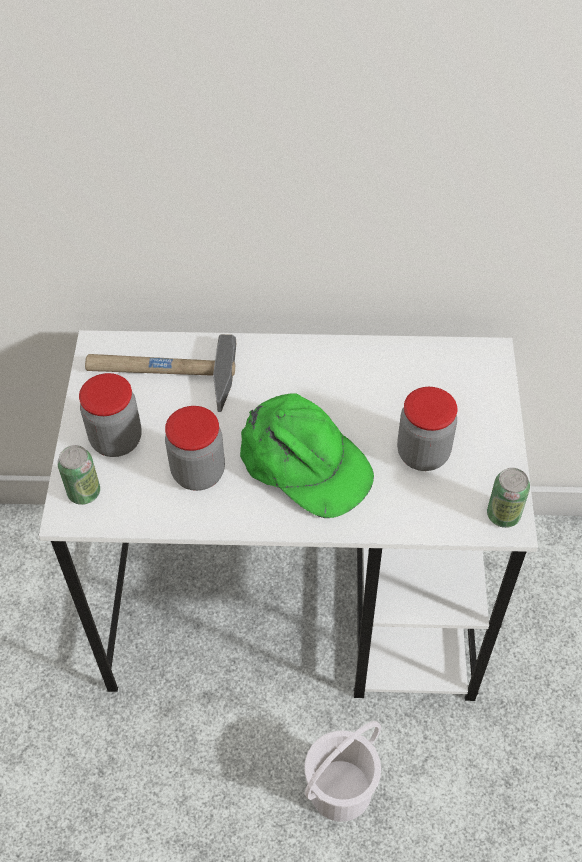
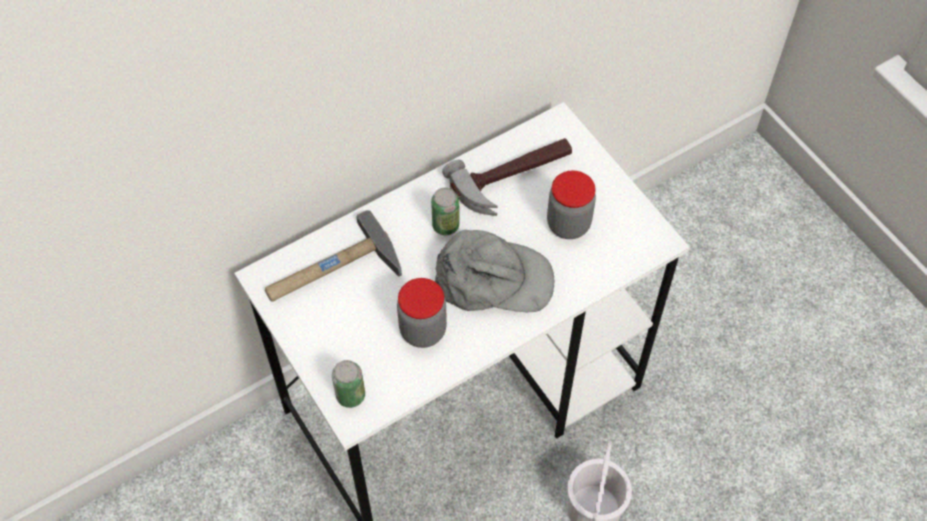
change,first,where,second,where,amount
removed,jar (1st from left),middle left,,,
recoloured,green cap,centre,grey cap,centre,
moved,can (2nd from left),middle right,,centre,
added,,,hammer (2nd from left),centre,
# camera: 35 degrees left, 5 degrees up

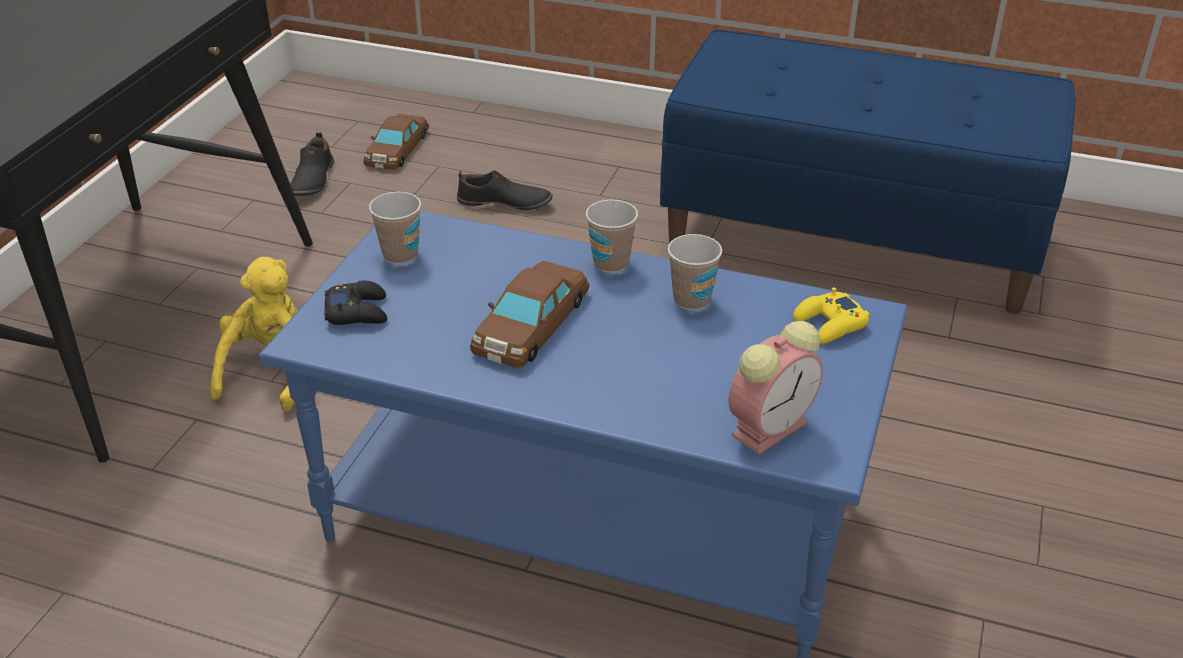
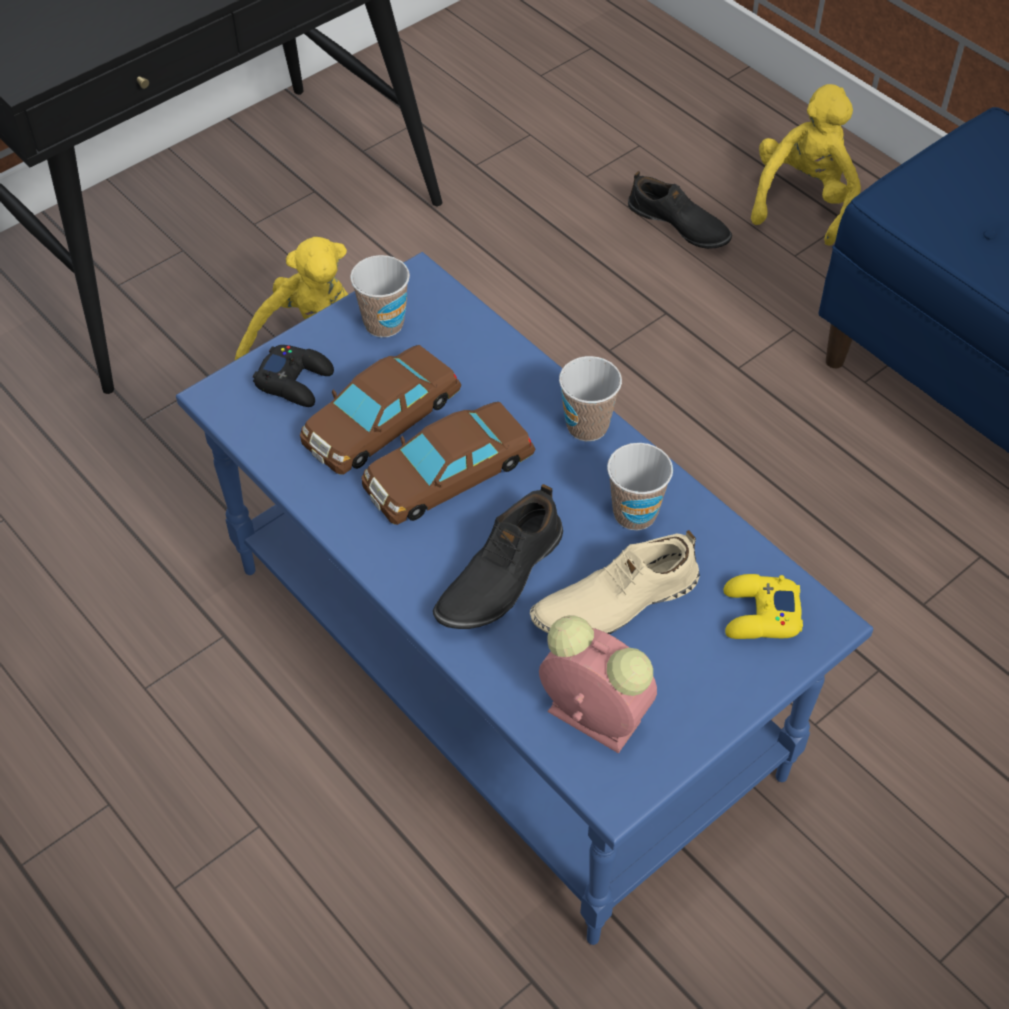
change,first,where,second,where,amount
moved,brown toy car (1st from left),top centre,,centre,
moved,black shoe (1st from left),top left,,centre,
turned,alarm clock,centre,,bottom centre,135 degrees counterclockwise
added,,,yellow plush toy (2nd from left),top right,
added,,,beige shoe,centre,
# camera: 30 degrees right, 15 degrees up

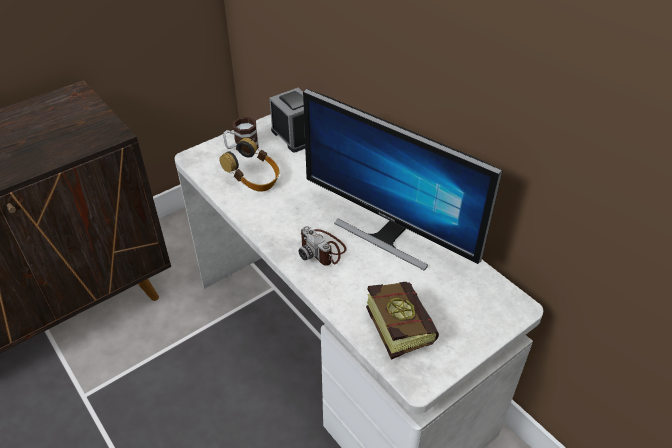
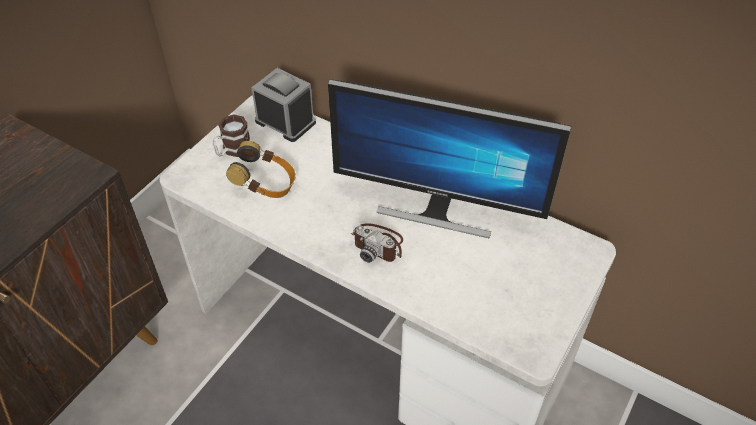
change,first,where,second,where,amount
removed,book,bottom centre,,,
# camera: 20 degrees left, 5 degrees up

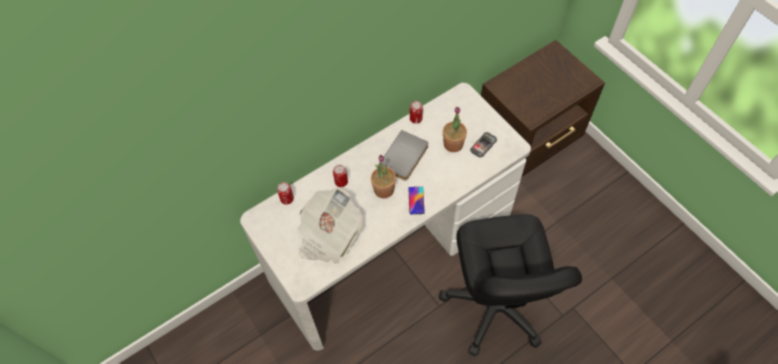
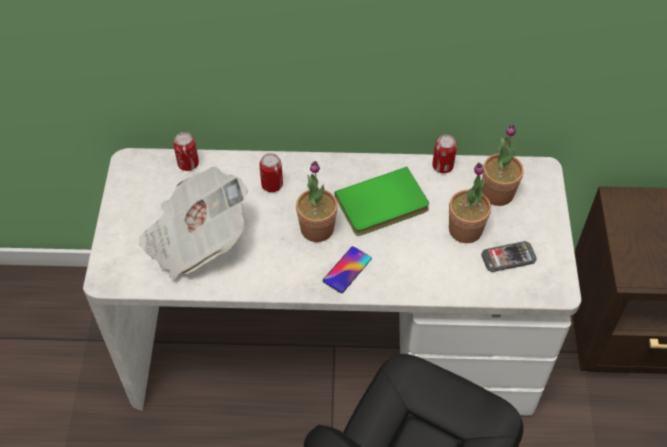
change,first,where,second,where,amount
recoloured,grey book,centre,green book,centre,
added,,,potted plant (3rd from left),middle right,
# camera: 35 degrees right, 5 degrees down

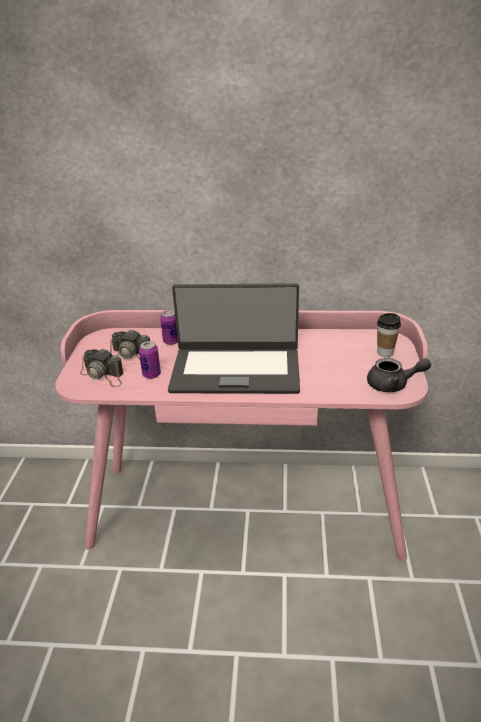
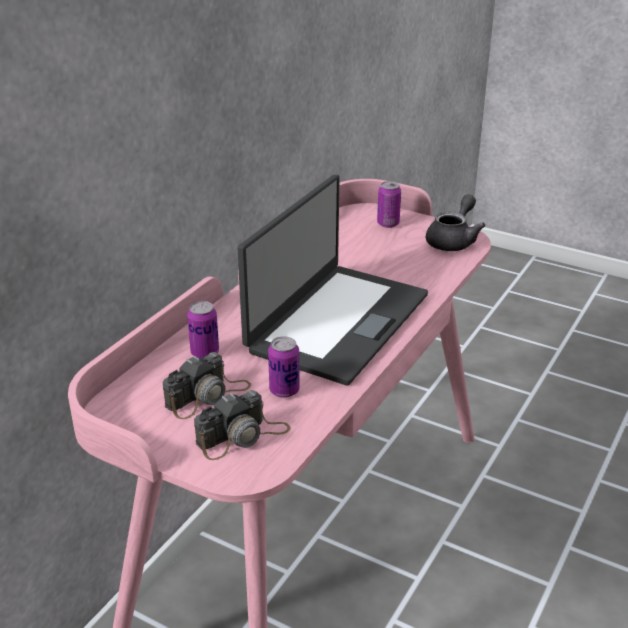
change,first,where,second,where,amount
replaced,cup,middle right,can (3rd from left),top centre,
# camera: 65 degrees left, 0 degrees up

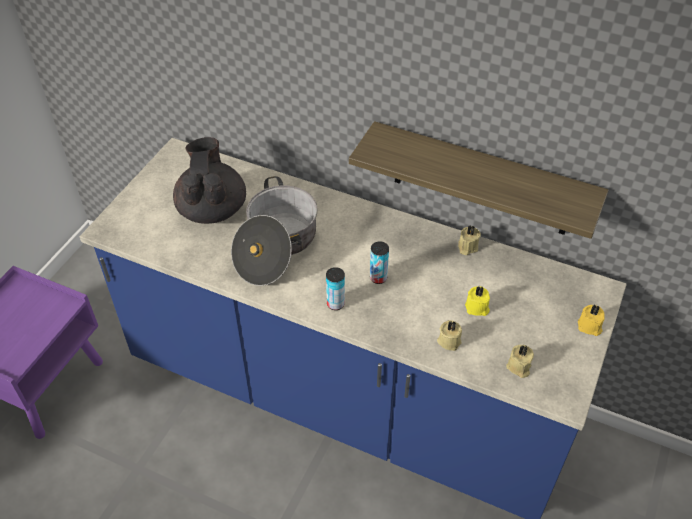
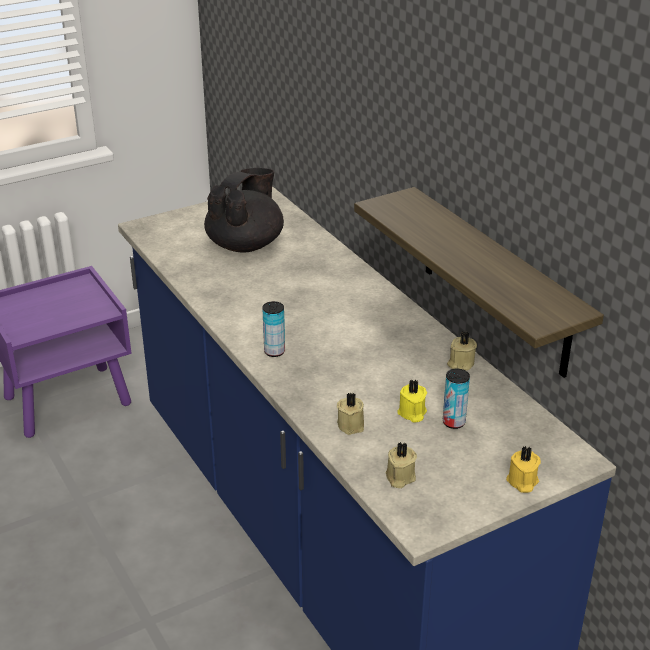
change,first,where,second,where,amount
removed,cooking pot,centre,,,
moved,can (2nd from left),centre,,middle right,
# camera: 35 degrees right, 15 degrees down

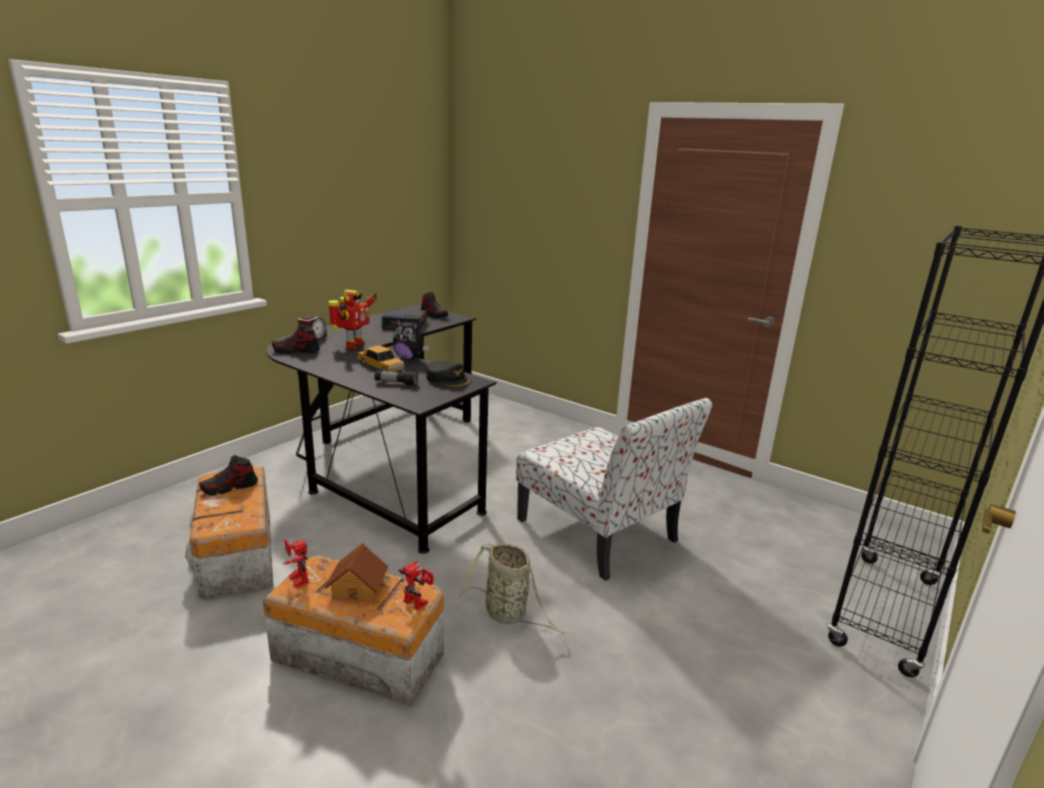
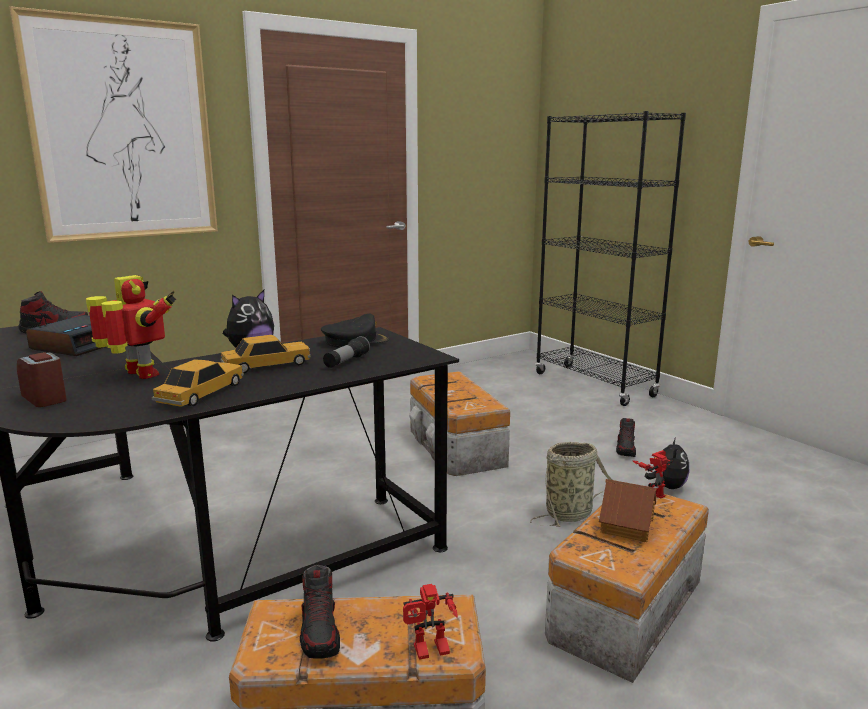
change,first,where,second,where,amount
moved,shoe (2nd from left in the first image),middle left,shoe (3rd from left),middle right,
replaced,chair,centre,storage box (2nd from left),centre,
moved,toy robot (1st from left in the first image),bottom left,toy robot (2nd from left),bottom centre,
added,,,picture,top left,
added,,,toy car (1st from left),middle left,
added,,,plush toy (2nd from left),middle right,
# camera: 70 degrees left, 5 degrees down

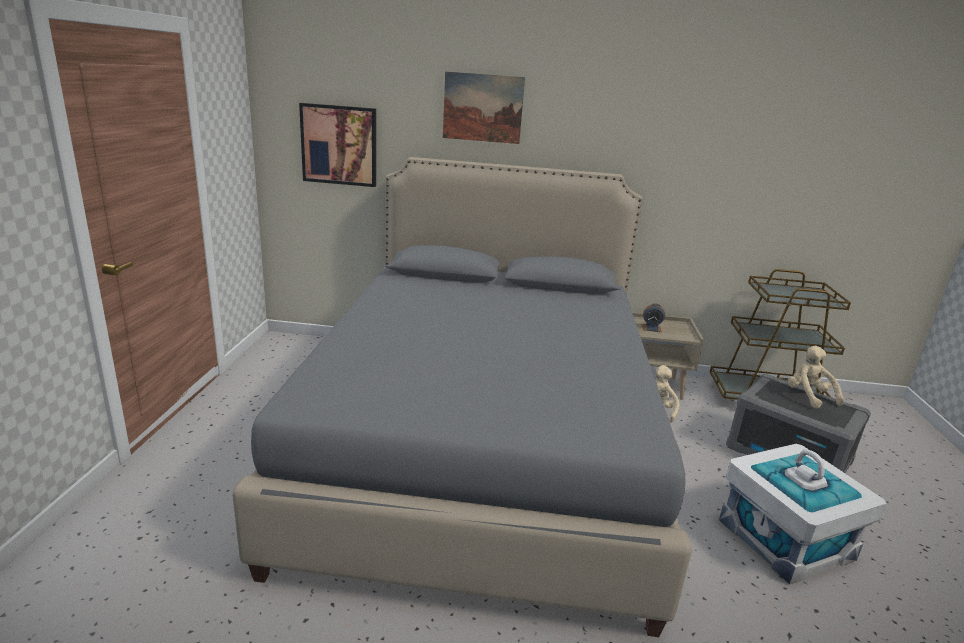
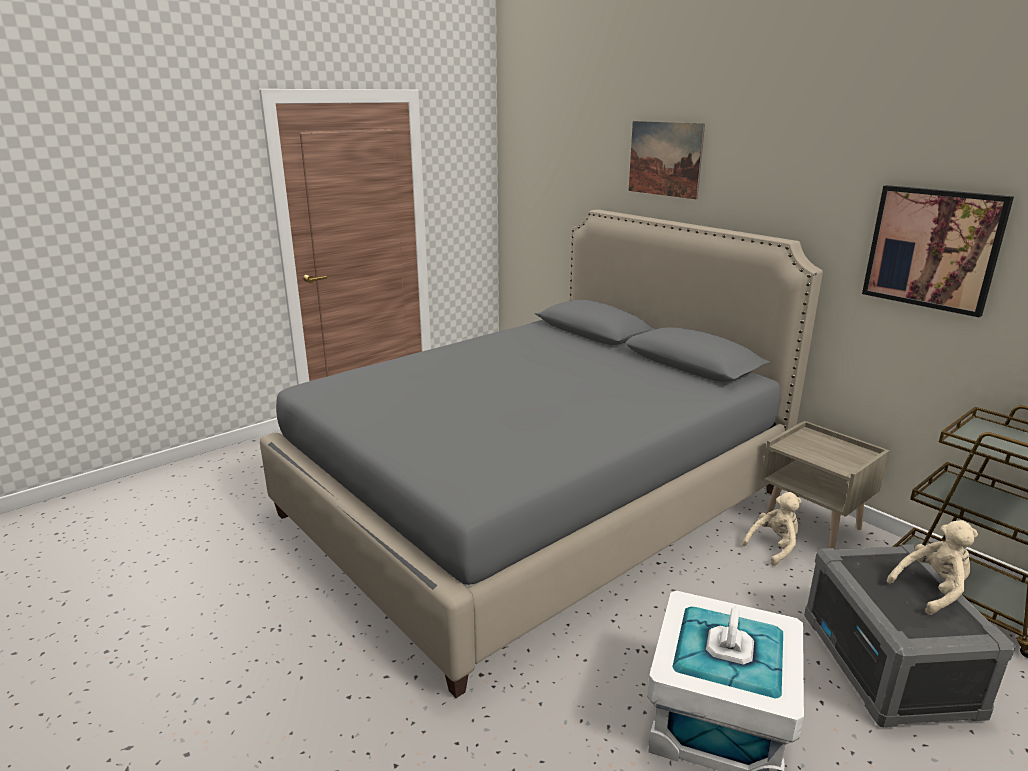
change,first,where,second,where,amount
moved,picture (1st from left in the first image),top centre,picture (2nd from left),top right,
removed,alarm clock,middle right,,,
turned,beige plush toy (2nd from left),middle right,,bottom right,45 degrees clockwise
# camera: 45 degrees right, 0 degrees up

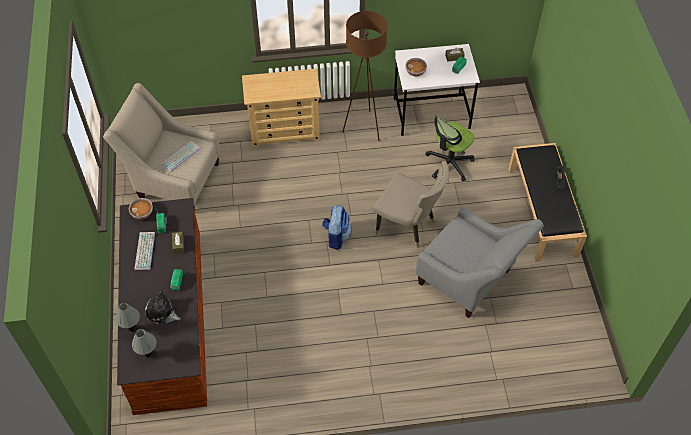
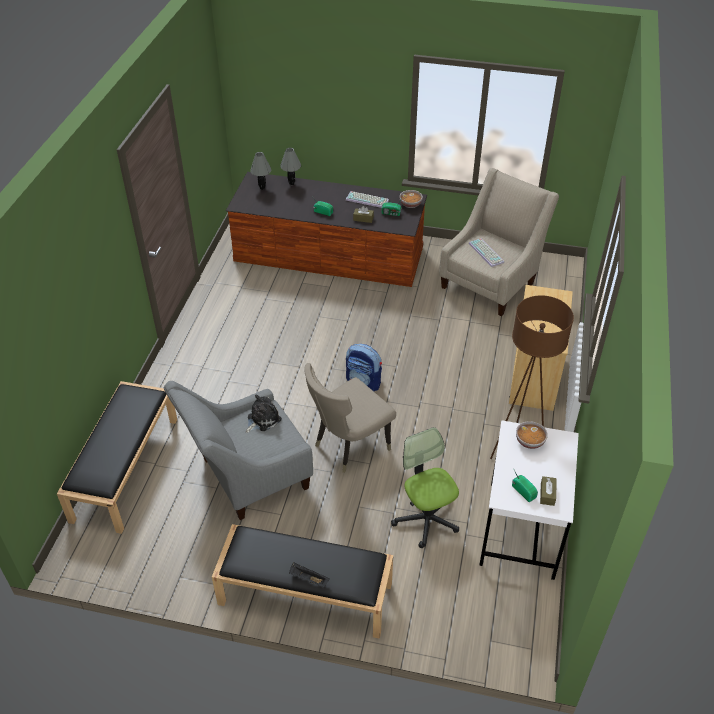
change,first,where,second,where,amount
moved,plush toy,bottom left,,centre,
added,,,black bench (1st from left),middle left,
# camera: 110 degrees right, 10 degrees down

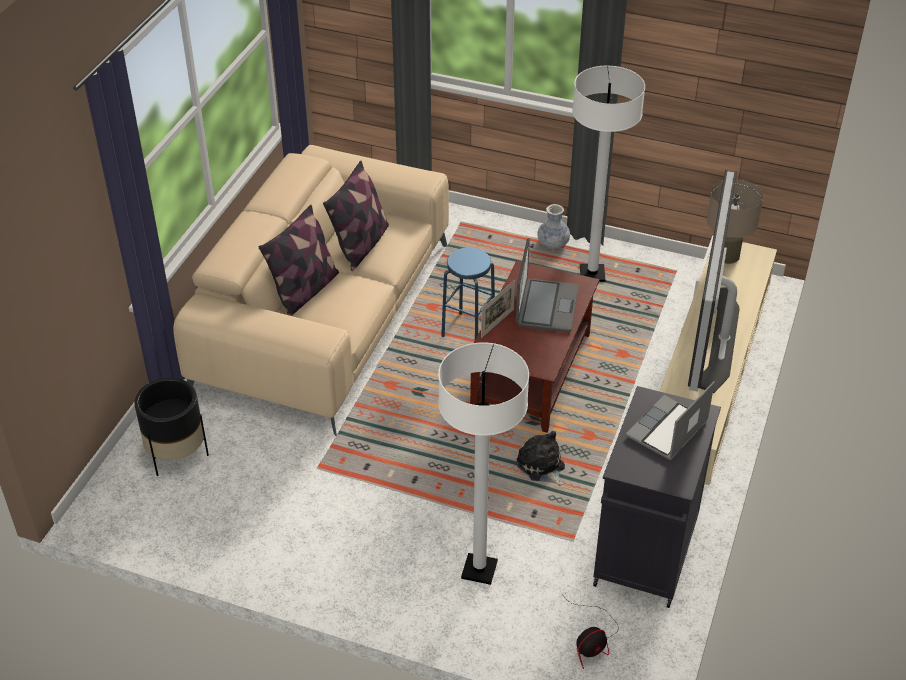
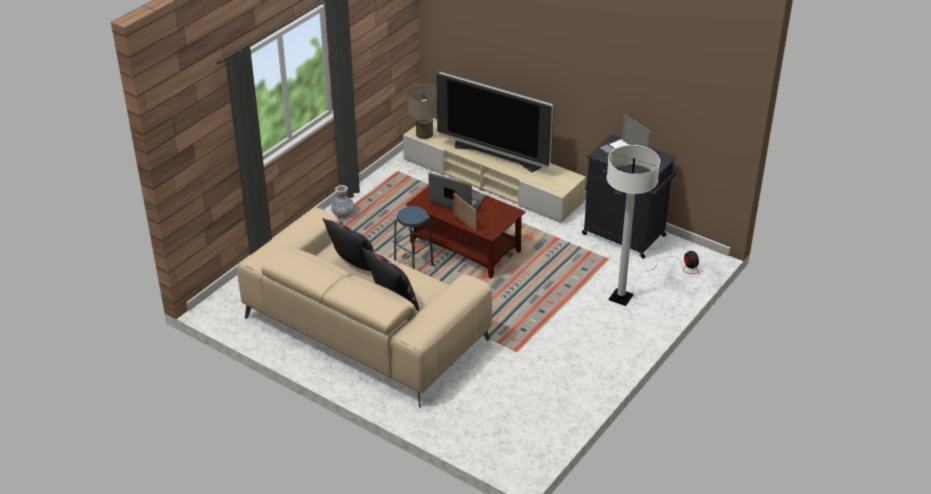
change,first,where,second,where,amount
removed,white floor lamp (2nd from left),top right,,,
removed,black planter,middle left,,,
removed,plush toy,bottom centre,,,
# camera: 75 degrees left, 5 degrees down

